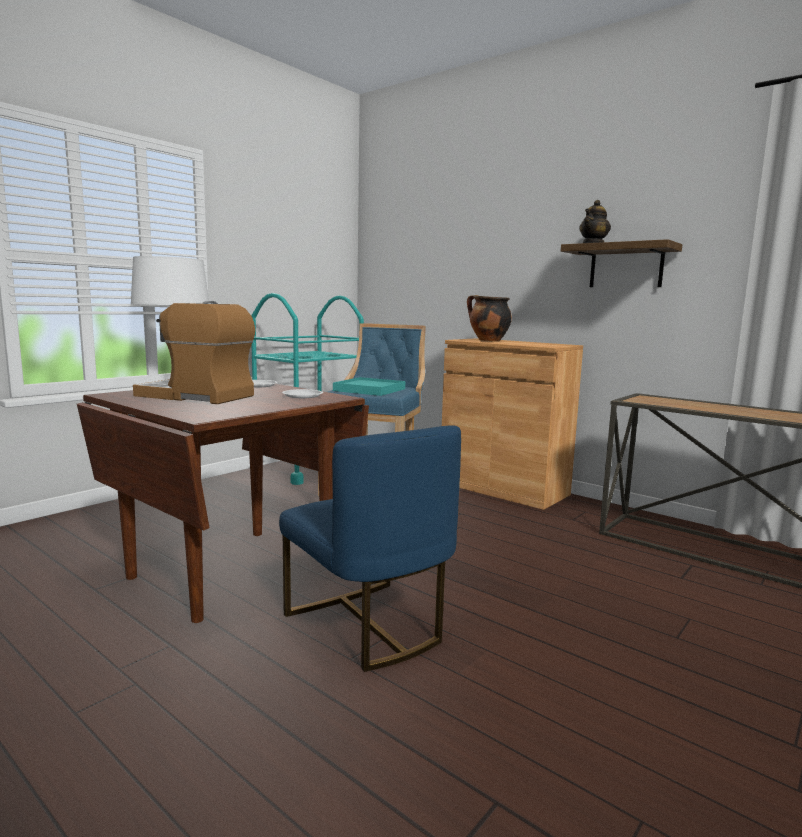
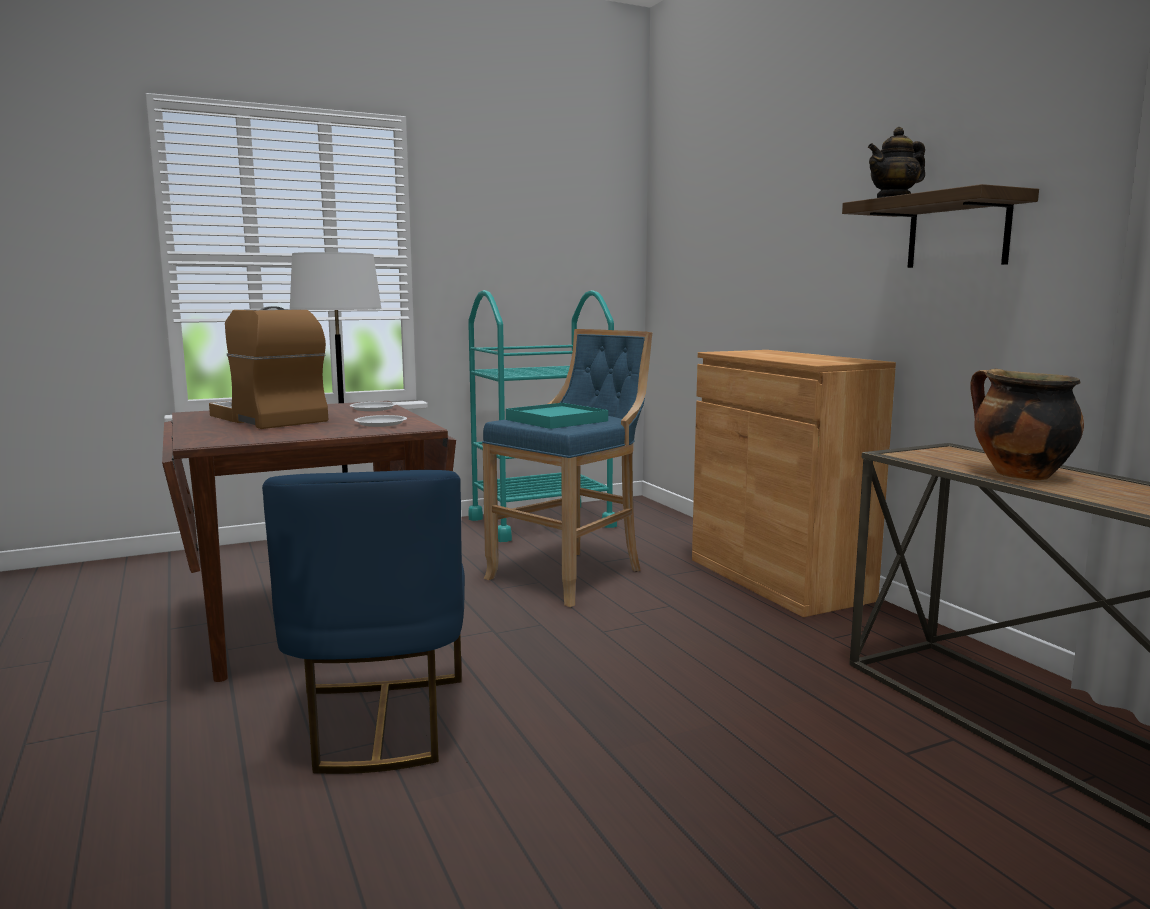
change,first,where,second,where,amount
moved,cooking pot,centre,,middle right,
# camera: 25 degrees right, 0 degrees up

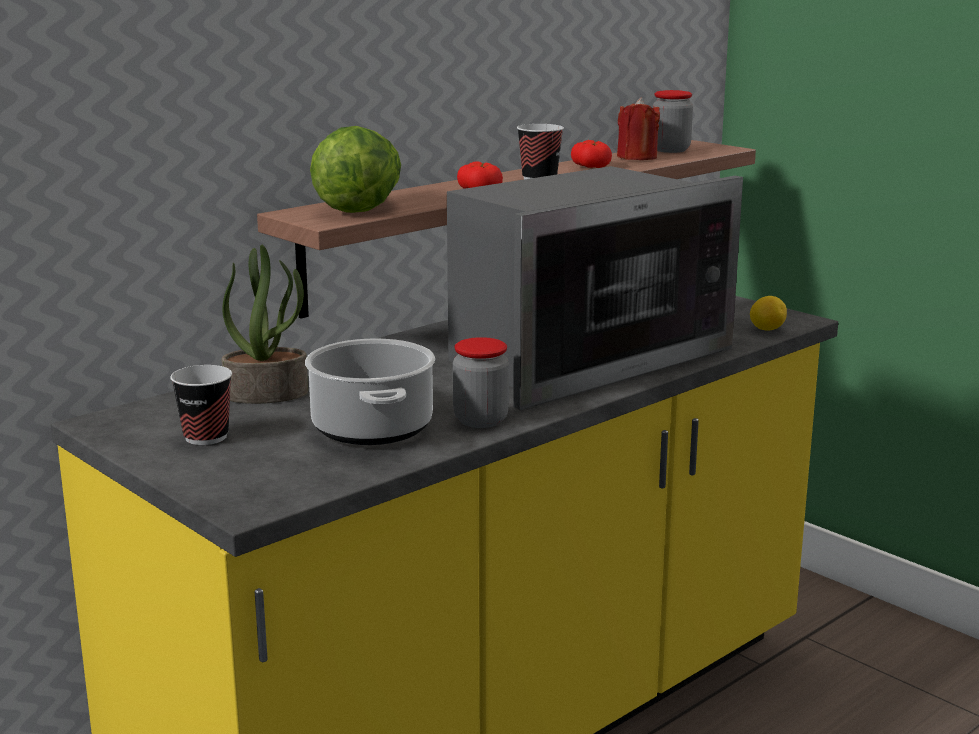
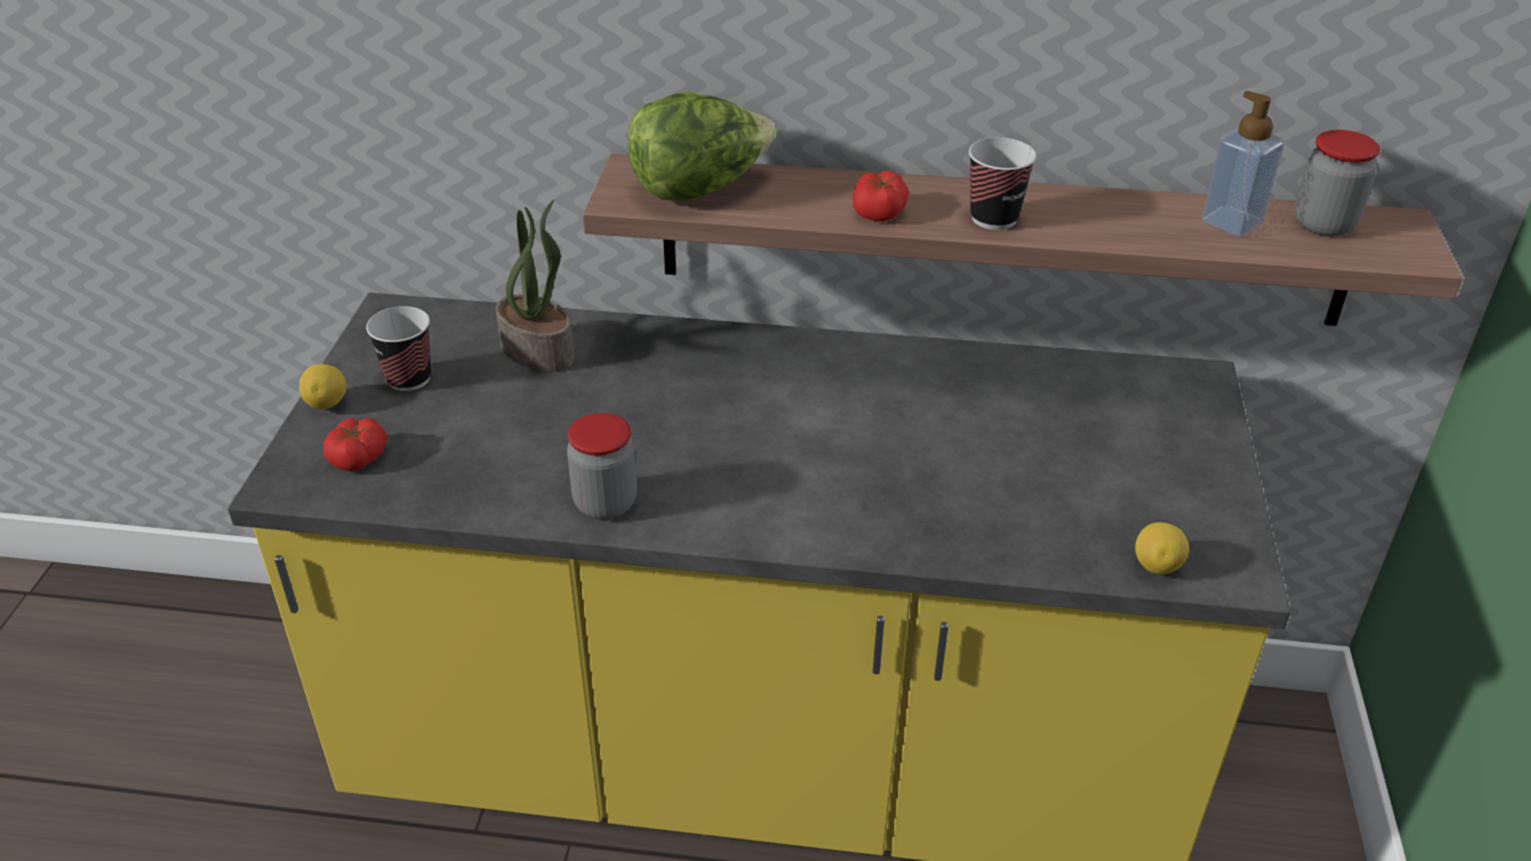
change,first,where,second,where,amount
replaced,red candle,top centre,soap dispenser,top right,
moved,tomato (2nd from left in the first image),top centre,tomato (1st from left),middle left,
removed,microwave,centre,,,
removed,cooking pot,centre,,,
added,,,lemon (1st from left),middle left,
# camera: 50 degrees right, 20 degrees up

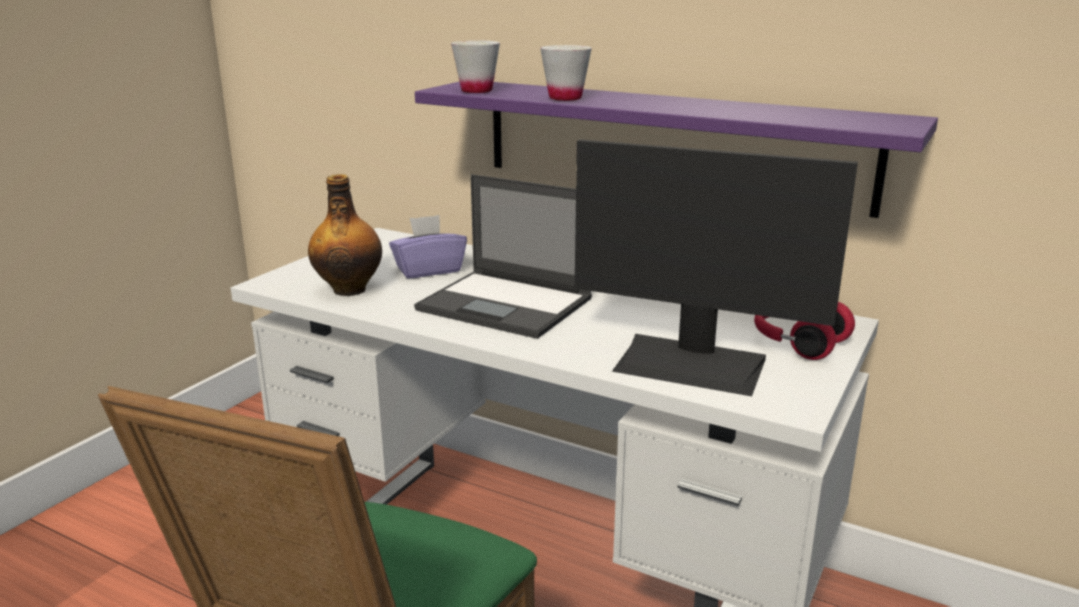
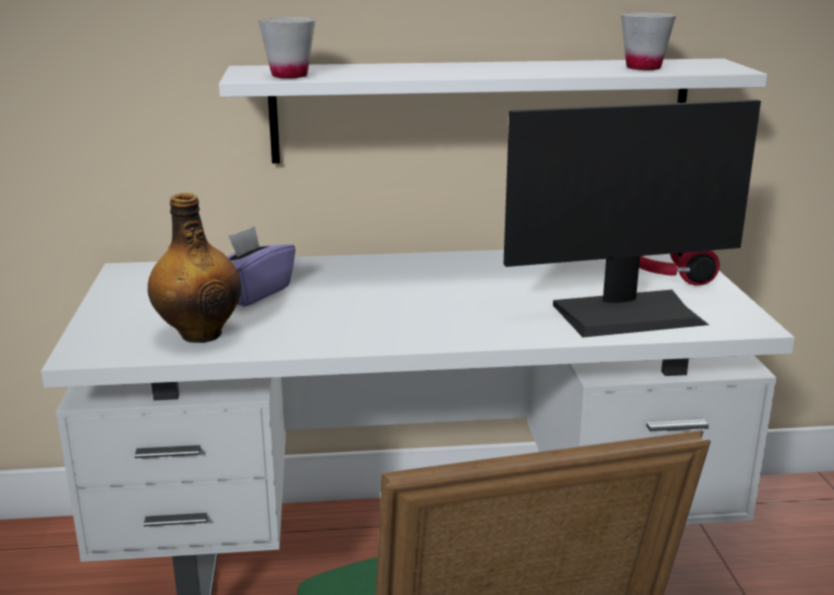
change,first,where,second,where,amount
moved,white cup (2nd from left),top centre,,top right,
recoloured,purple shelf,top centre,white shelf,top centre,
removed,laptop,centre,,,
# camera: 35 degrees left, 0 degrees up

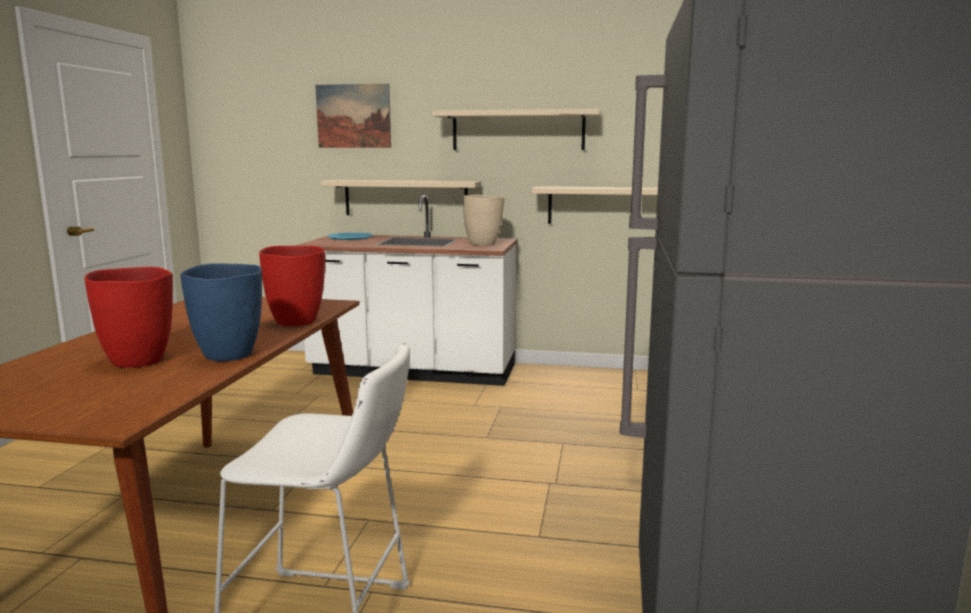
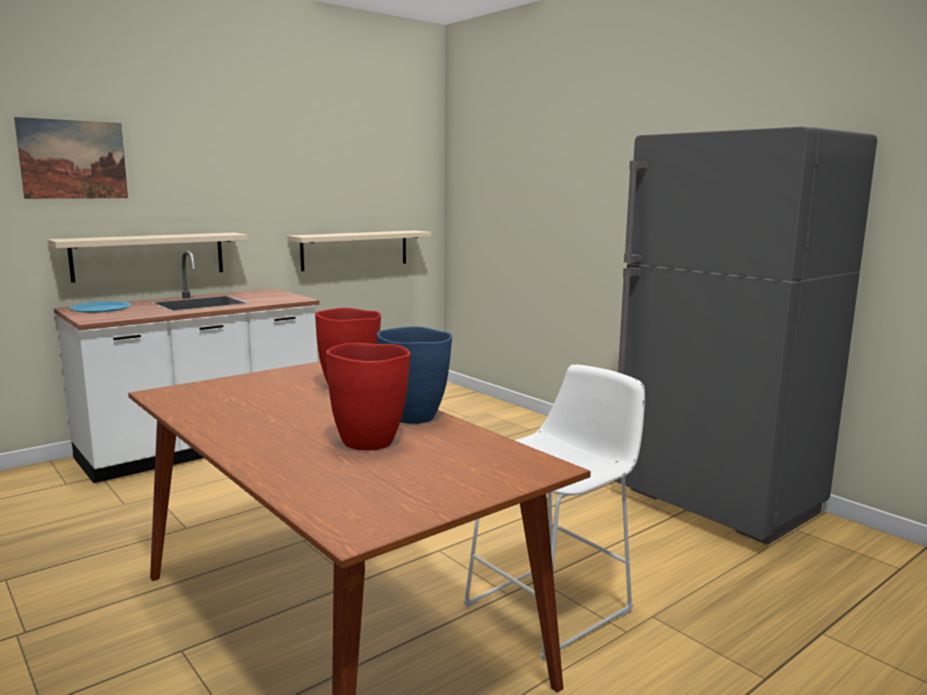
change,first,where,second,where,amount
removed,beige shelf (2nd from left),top centre,,,
removed,beige vase,centre,,,
# camera: 50 degrees left, 0 degrees up

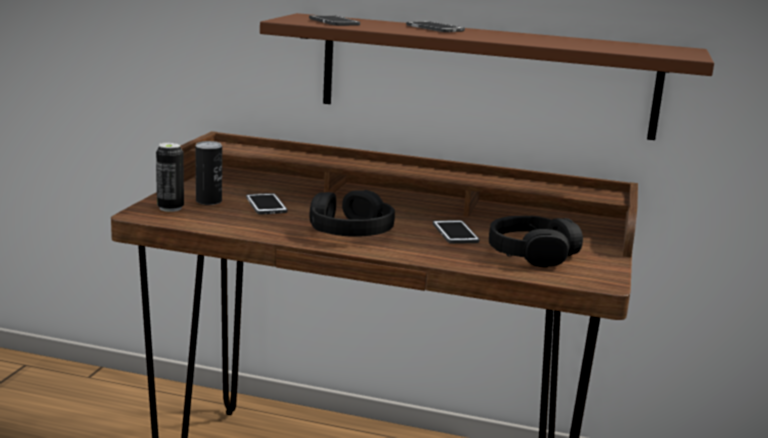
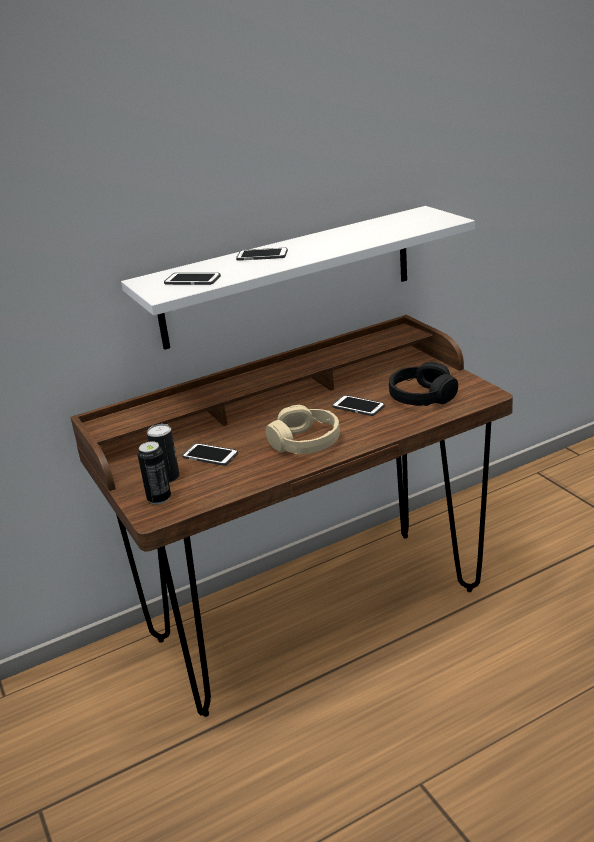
change,first,where,second,where,amount
recoloured,brown shelf,top centre,white shelf,top centre,
recoloured,black headphones (1st from left),centre,beige headphones,centre,
# camera: 40 degrees left, 10 degrees up

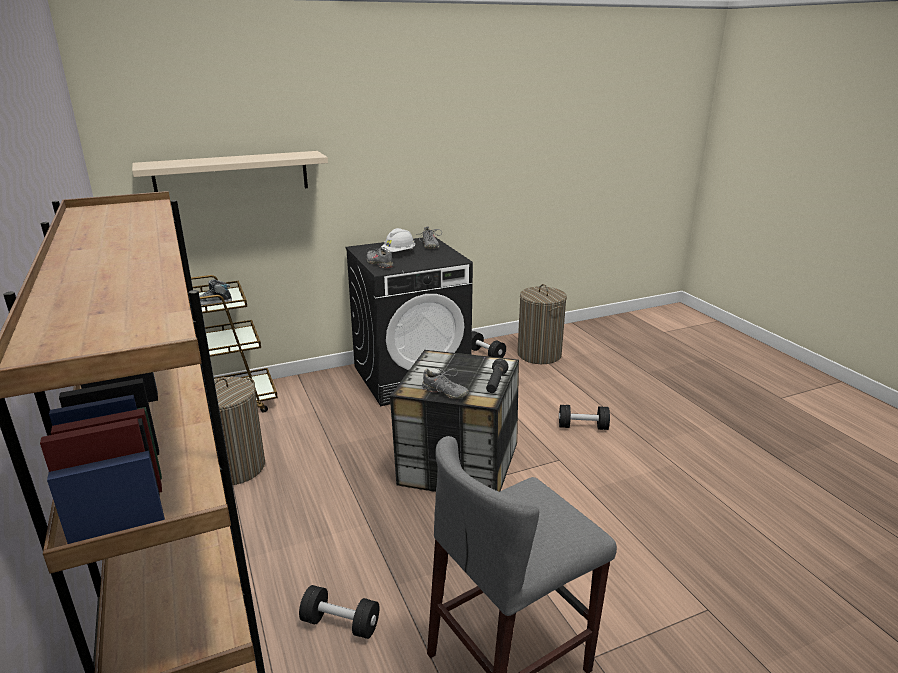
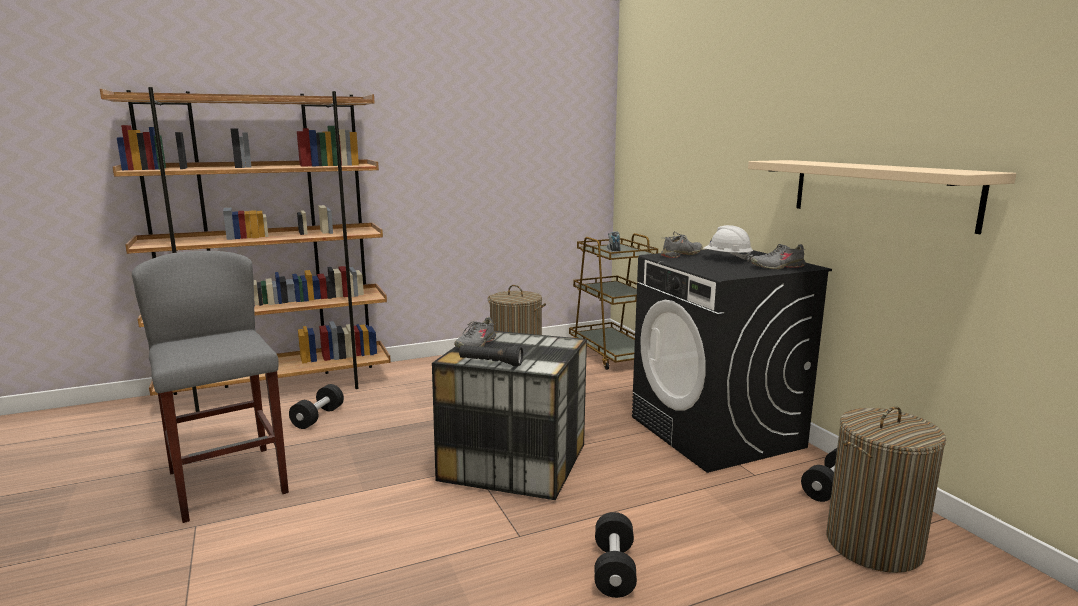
change,first,where,second,where,amount
moved,beige shelf,top left,,top right,
# camera: 90 degrees right, 10 degrees down

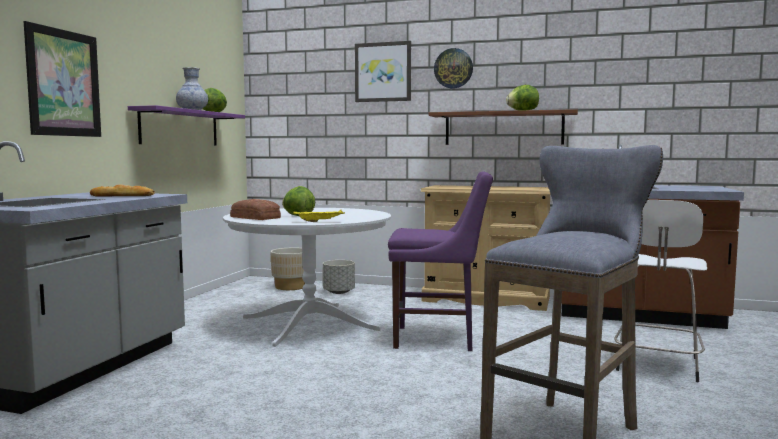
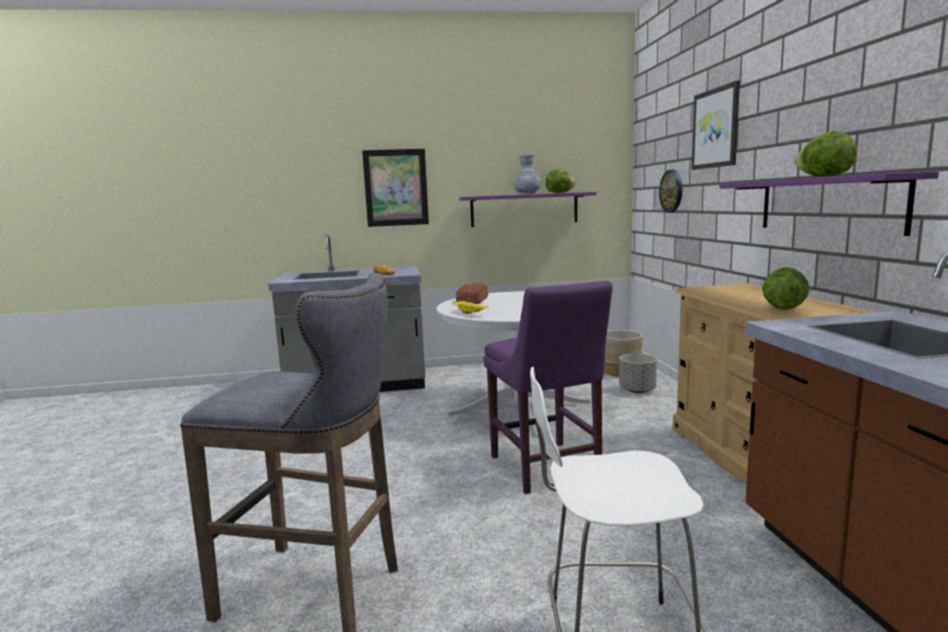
change,first,where,second,where,amount
moved,wall clock,top centre,,top right,
recoloured,brown shelf,top centre,purple shelf (2nd from left),top right,
moved,lettuce (2nd from left),centre,,middle right,
# camera: 65 degrees right, 5 degrees up

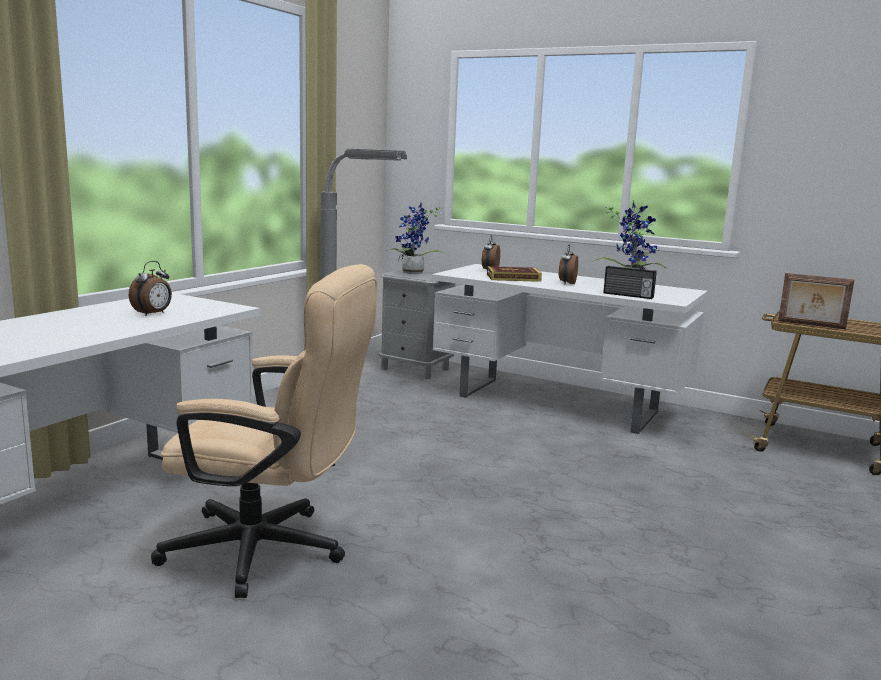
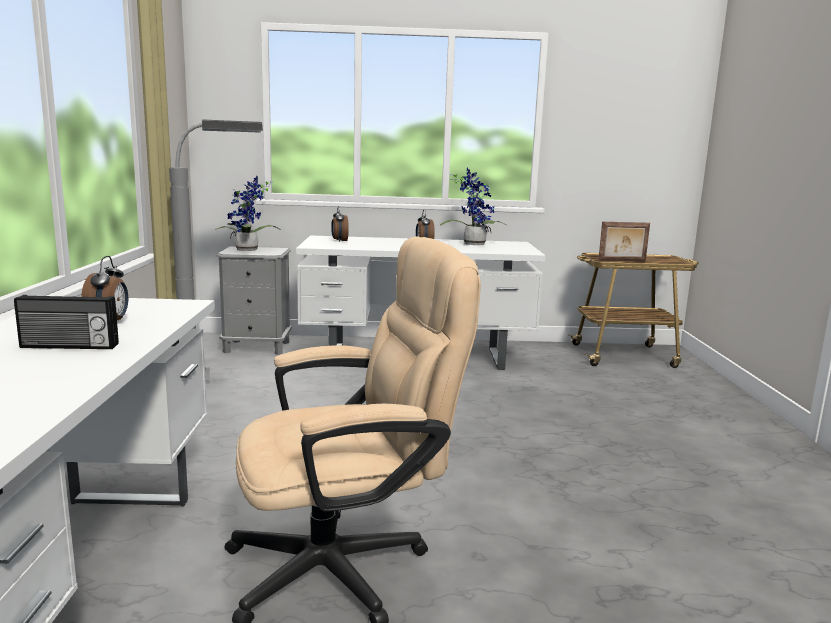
change,first,where,second,where,amount
removed,book,centre,,,
moved,radio,middle right,,middle left,
# camera: 30 degrees left, 0 degrees up

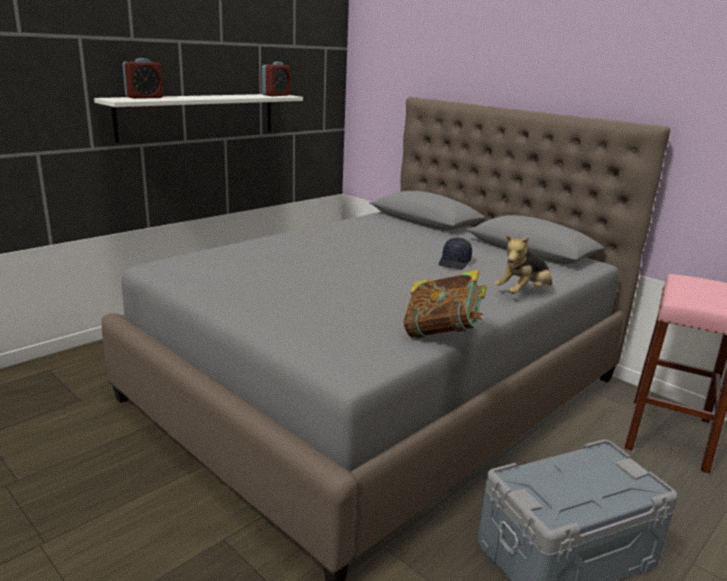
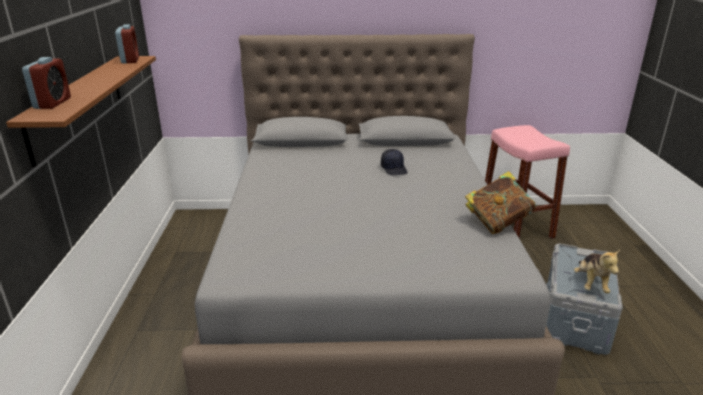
change,first,where,second,where,amount
recoloured,white shelf,top left,brown shelf,top left,
moved,plush toy,middle right,,bottom right,
# camera: 45 degrees left, 5 degrees up

